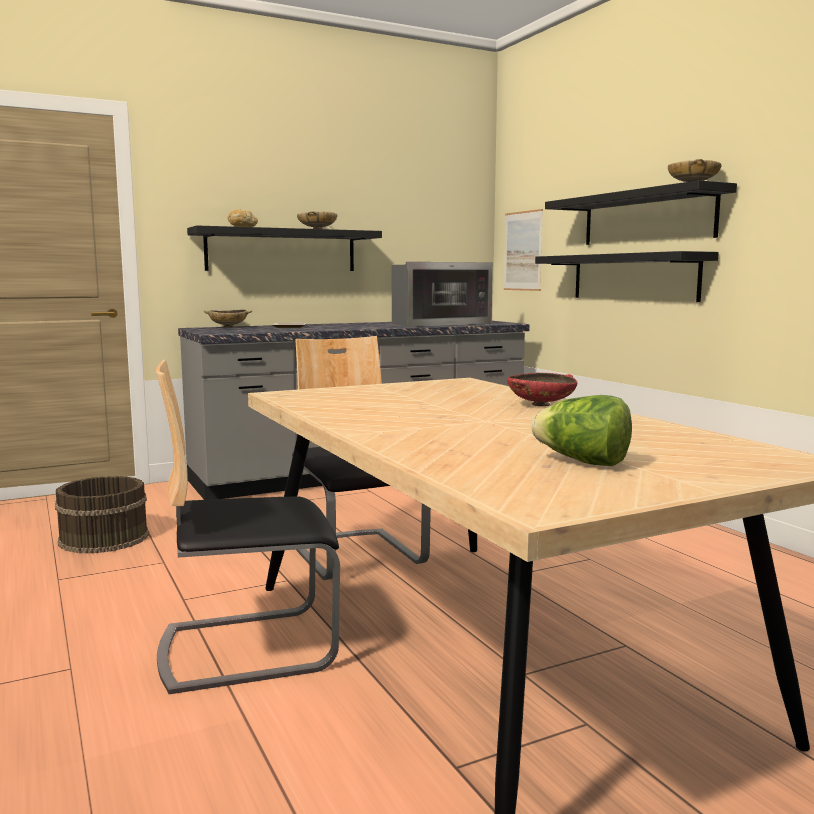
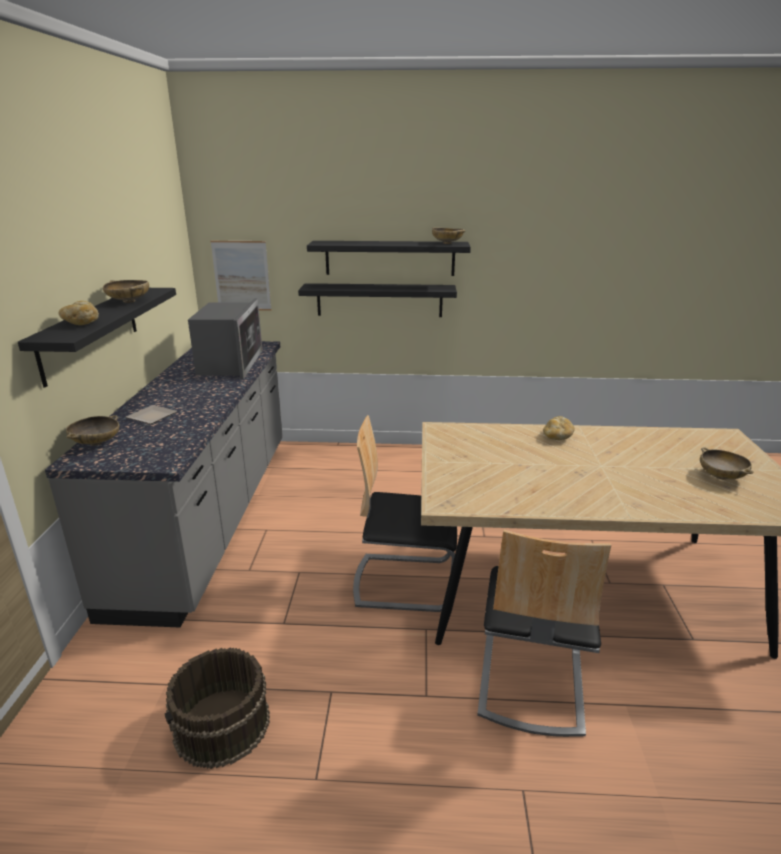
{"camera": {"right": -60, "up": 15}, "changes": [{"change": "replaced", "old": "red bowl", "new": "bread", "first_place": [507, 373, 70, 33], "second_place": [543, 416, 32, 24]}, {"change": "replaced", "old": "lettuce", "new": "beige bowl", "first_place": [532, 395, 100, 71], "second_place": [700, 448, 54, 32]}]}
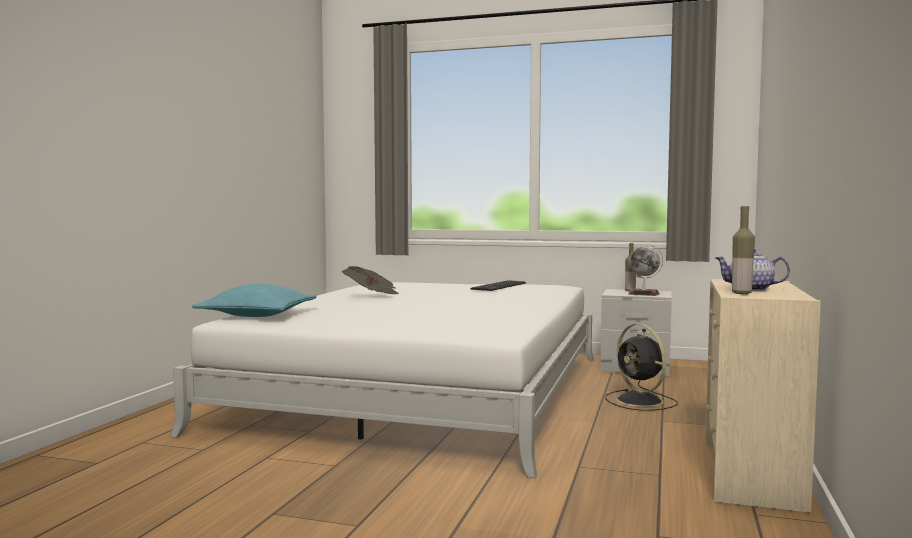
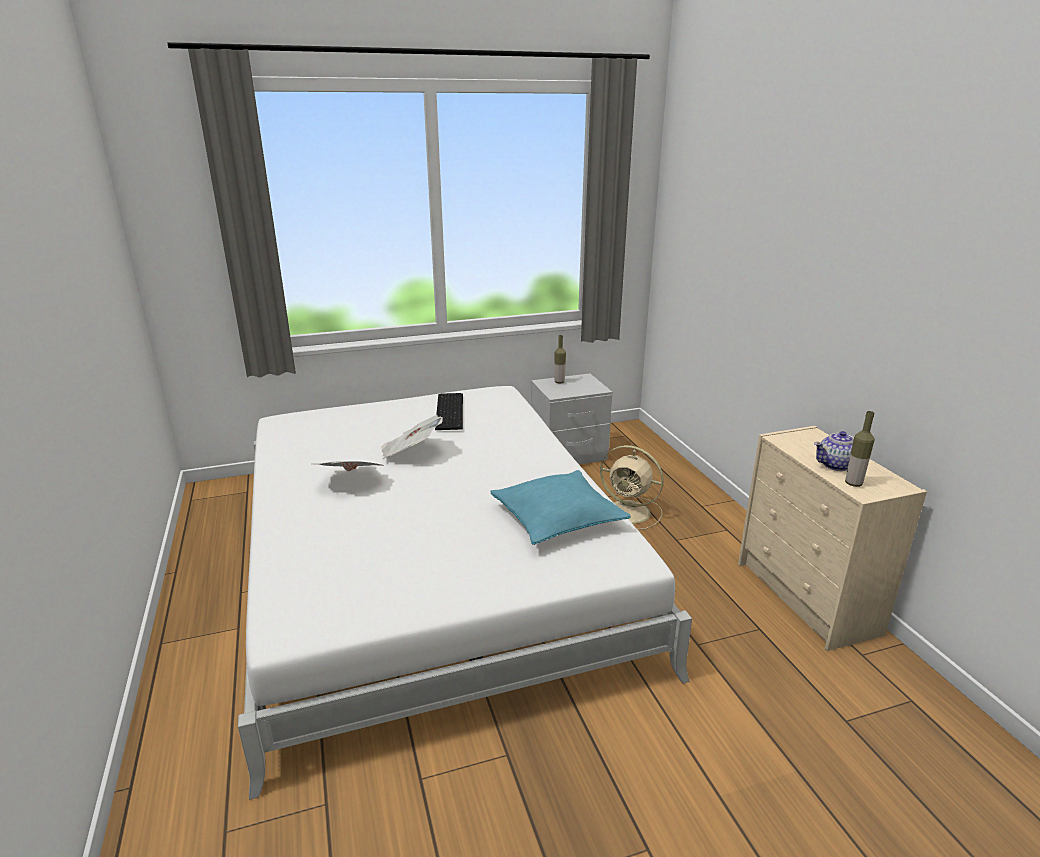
{"camera": {"right": -35, "up": 20}, "changes": [{"change": "added", "new": "newspaper", "second_place": [382, 415, 61, 44]}, {"change": "moved", "old": "turquoise pillow", "first_place": [192, 283, 125, 34], "second_place": [490, 470, 141, 75]}, {"change": "recoloured", "old": "black fan", "new": "beige fan", "first_place": [605, 324, 73, 87], "second_place": [600, 445, 64, 85]}, {"change": "removed", "old": "globe", "first_place": [628, 245, 35, 51]}]}
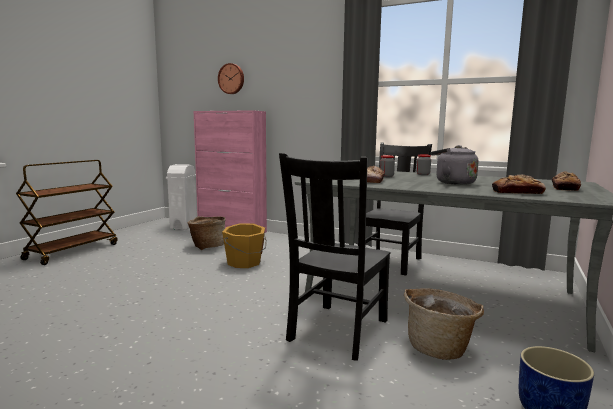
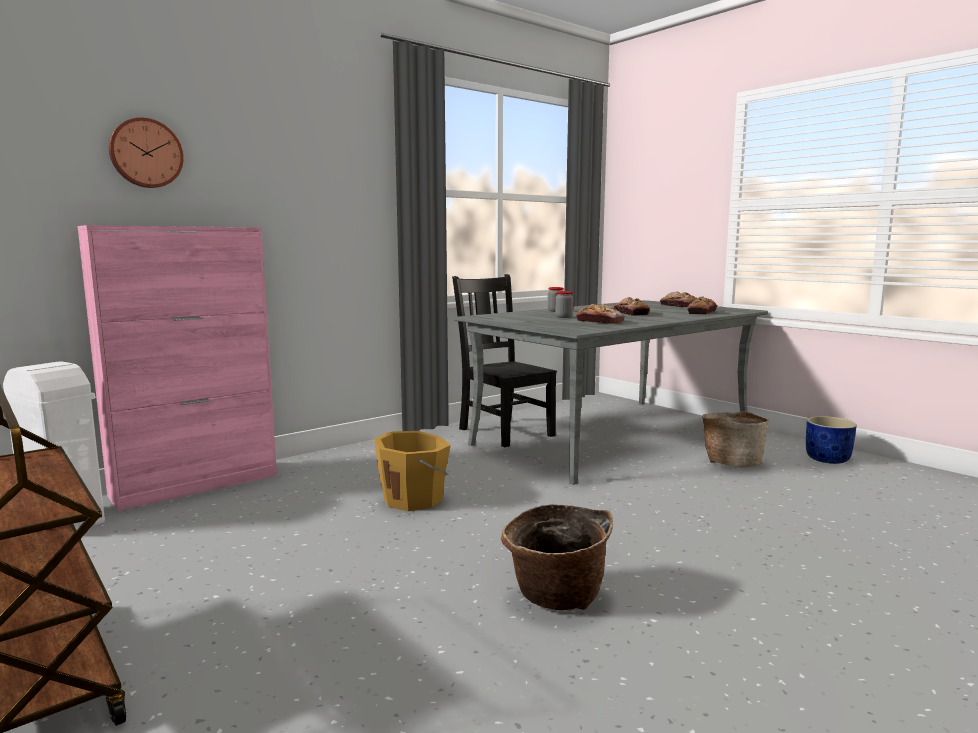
{"camera": {"right": -65, "up": 0}, "changes": [{"change": "moved", "old": "basket", "first_place": [187, 216, 39, 34], "second_place": [501, 504, 112, 106]}, {"change": "replaced", "old": "grey kettle", "new": "bread", "first_place": [430, 145, 49, 40], "second_place": [614, 297, 36, 19]}, {"change": "removed", "old": "black chair", "first_place": [279, 153, 111, 208]}]}
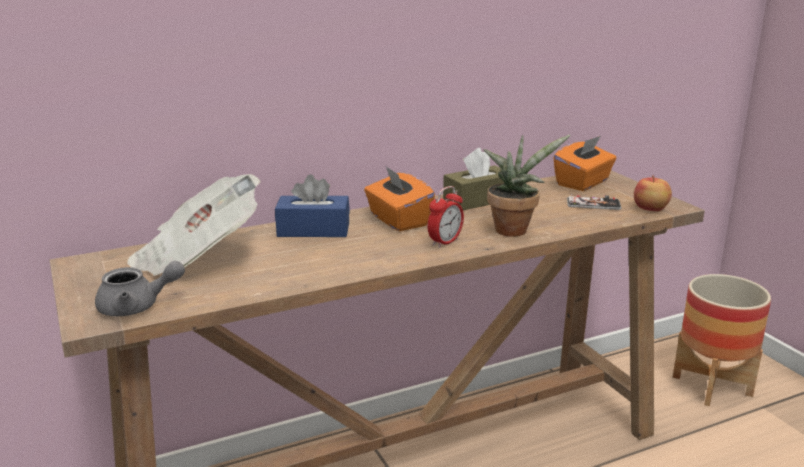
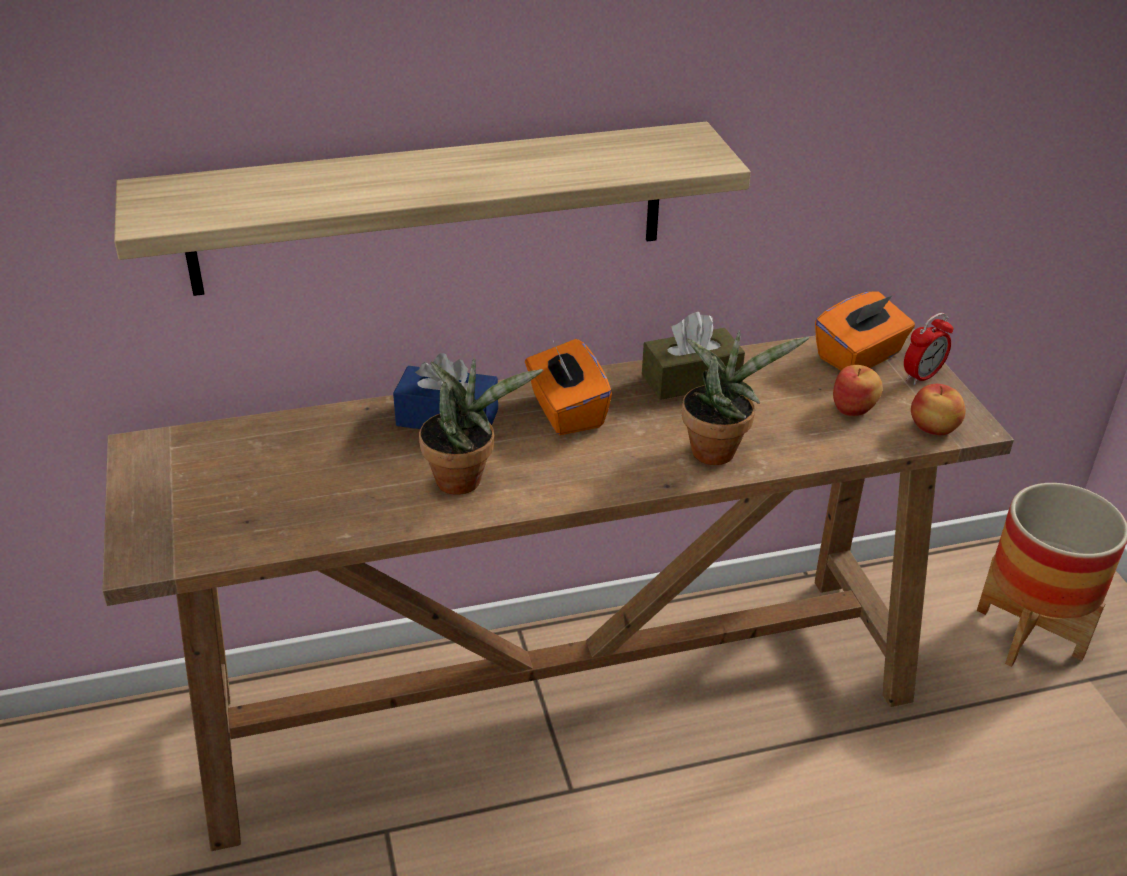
{"camera": {"right": 10, "up": 15}, "changes": [{"change": "added", "new": "shelf", "second_place": [114, 122, 637, 174]}, {"change": "added", "new": "potted plant", "second_place": [419, 358, 124, 137]}, {"change": "replaced", "old": "phone", "new": "apple", "first_place": [567, 194, 54, 16], "second_place": [833, 365, 50, 51]}, {"change": "moved", "old": "alarm clock", "first_place": [428, 186, 36, 62], "second_place": [904, 313, 49, 72]}, {"change": "removed", "old": "grey teapot", "first_place": [95, 261, 90, 55]}, {"change": "removed", "old": "newspaper", "first_place": [127, 174, 134, 101]}]}
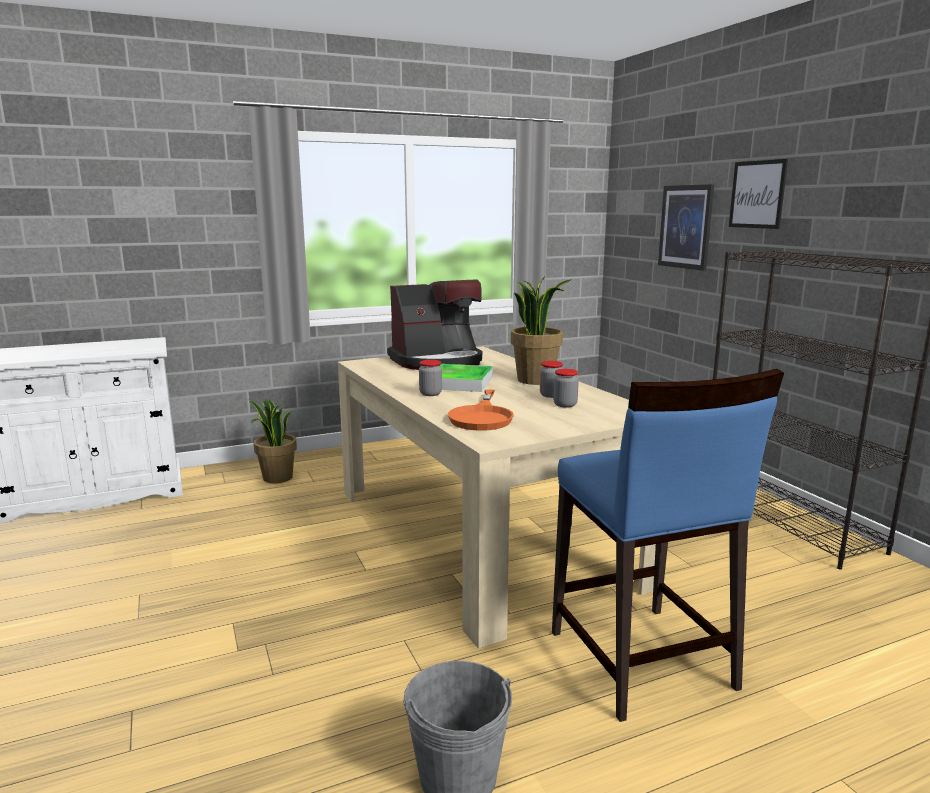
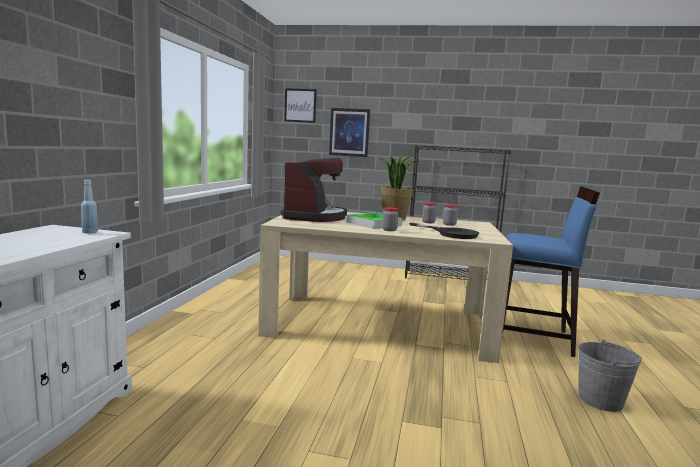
{"camera": {"right": -55, "up": -5}, "changes": [{"change": "added", "new": "blue bottle", "second_place": [81, 180, 17, 54]}, {"change": "moved", "old": "picture", "first_place": [729, 159, 59, 70], "second_place": [284, 88, 33, 35]}, {"change": "recoloured", "old": "orange frying pan", "new": "black frying pan", "first_place": [448, 389, 66, 42], "second_place": [409, 223, 70, 16]}, {"change": "removed", "old": "potted plant", "first_place": [248, 398, 49, 85]}]}
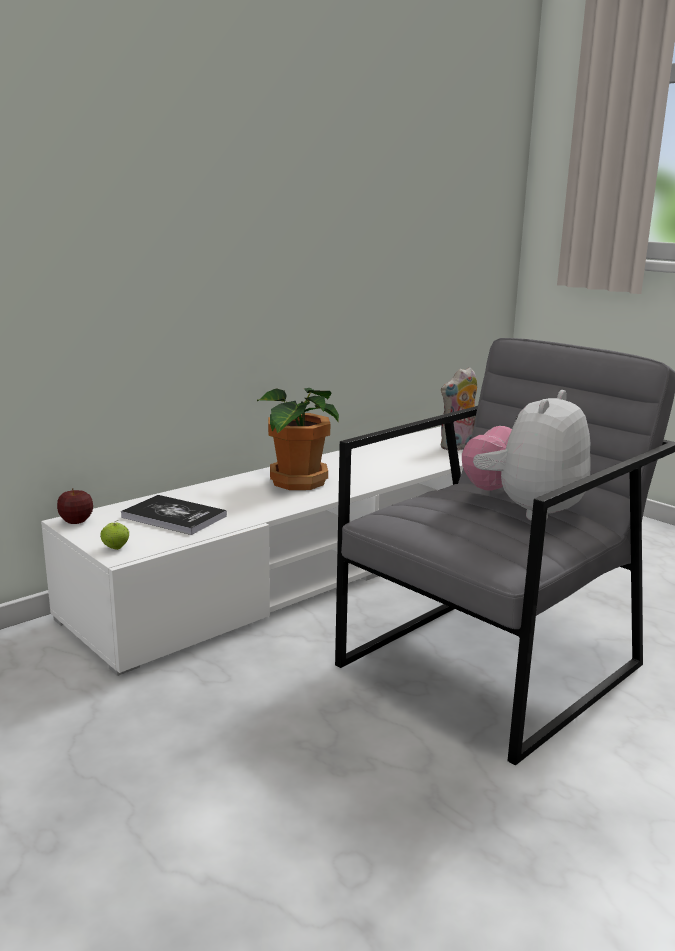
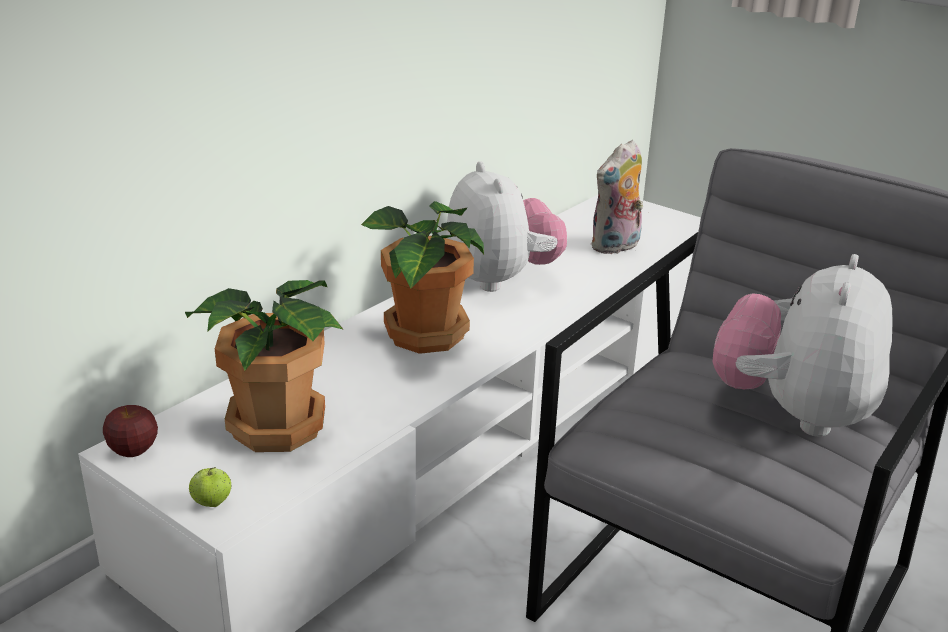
{"camera": {"right": -10, "up": 10}, "changes": [{"change": "replaced", "old": "book", "new": "potted plant", "first_place": [121, 495, 106, 40], "second_place": [185, 280, 159, 172]}, {"change": "added", "new": "plush toy", "second_place": [446, 162, 121, 130]}]}
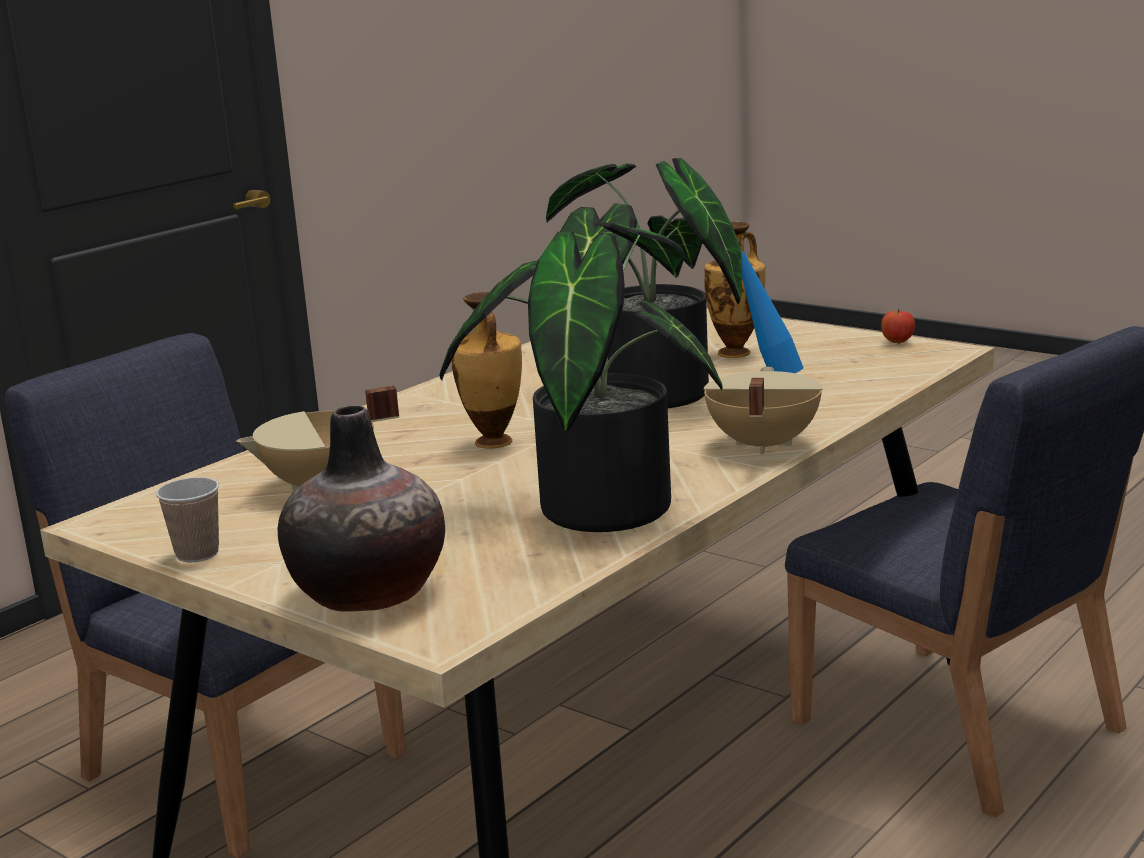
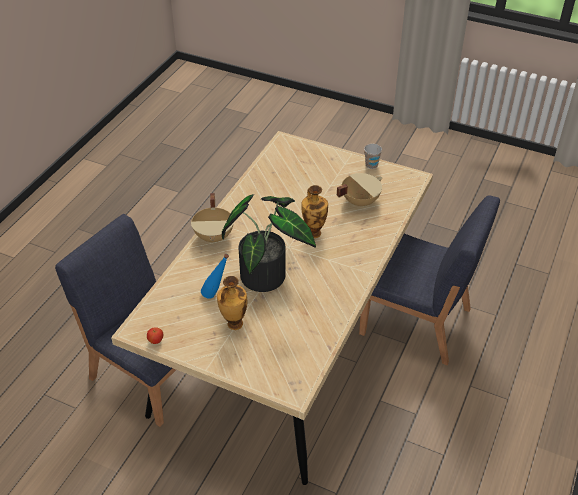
{"camera": {"right": 165, "up": 25}, "changes": [{"change": "removed", "old": "vase", "first_place": [278, 405, 167, 207]}, {"change": "removed", "old": "potted plant", "first_place": [439, 222, 284, 310]}]}
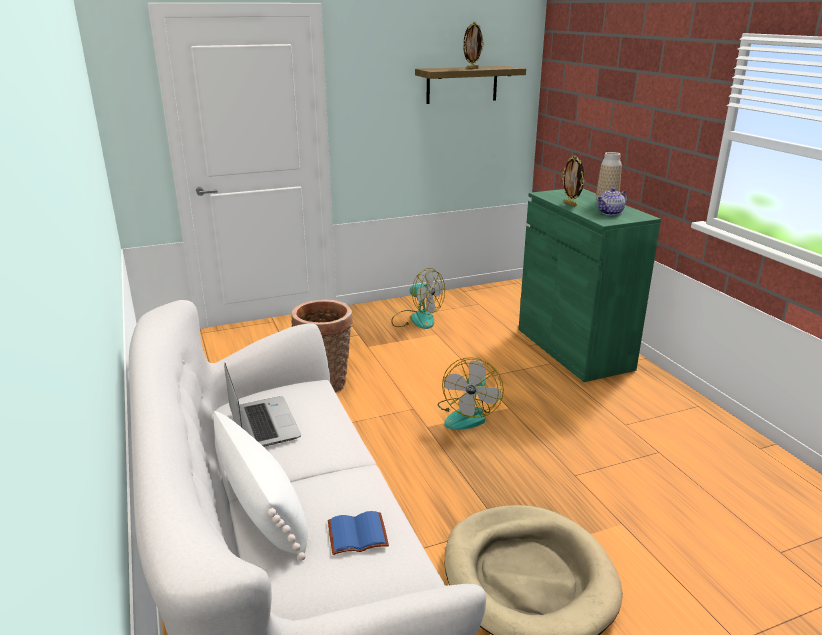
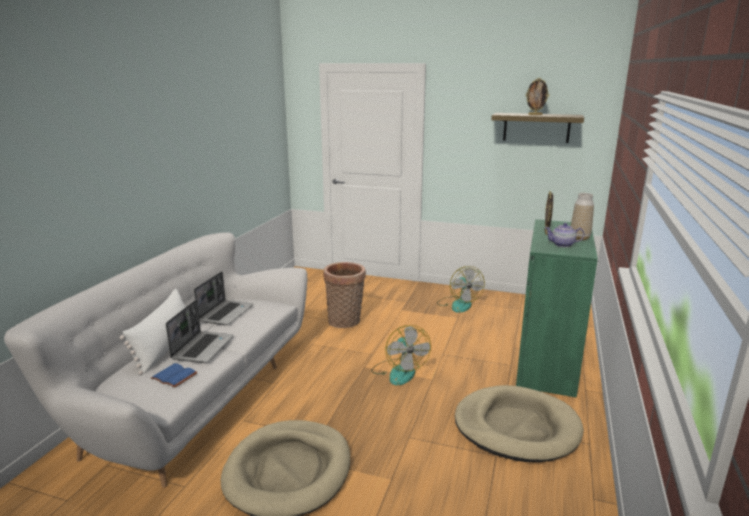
{"camera": {"right": 40, "up": -5}, "changes": [{"change": "added", "new": "laptop", "second_place": [166, 300, 68, 63]}, {"change": "turned", "old": "fan", "first_place": [438, 357, 66, 73], "second_place": [371, 325, 60, 60], "degrees": -75}, {"change": "added", "new": "beige dog bed", "second_place": [455, 385, 129, 77]}]}
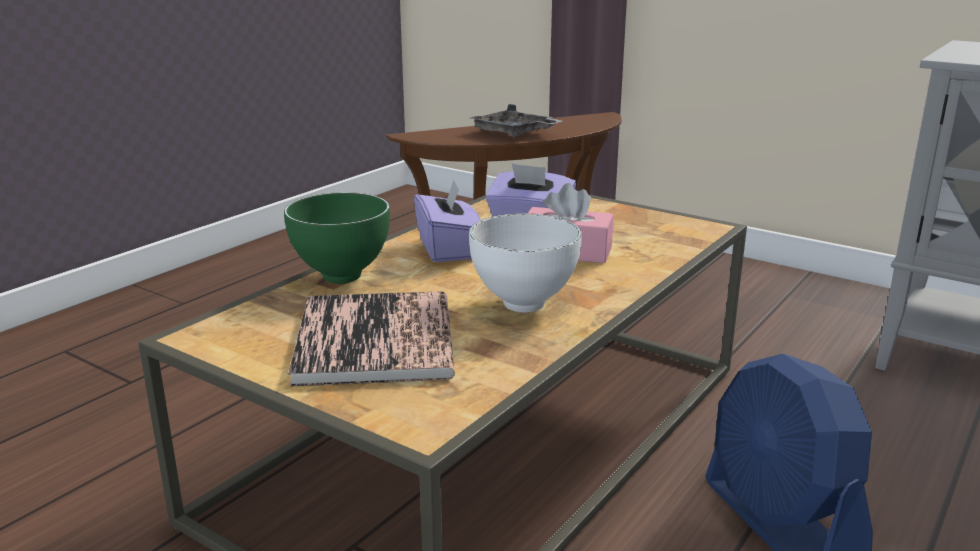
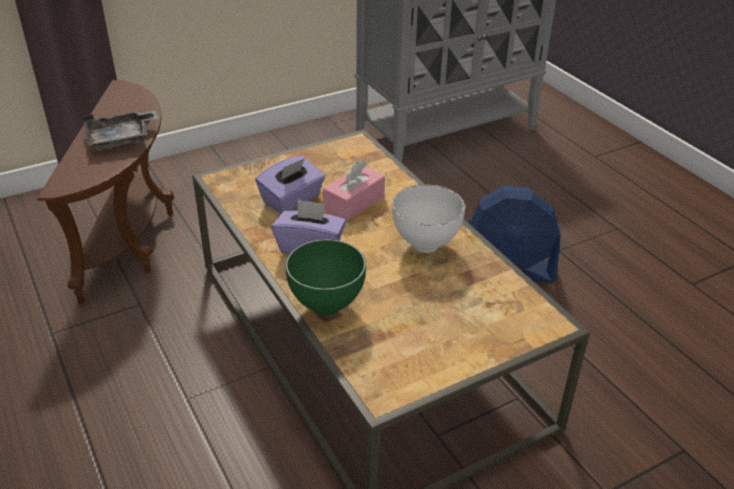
{"camera": {"right": -65, "up": 15}, "changes": [{"change": "removed", "old": "book", "first_place": [288, 291, 167, 95]}]}
